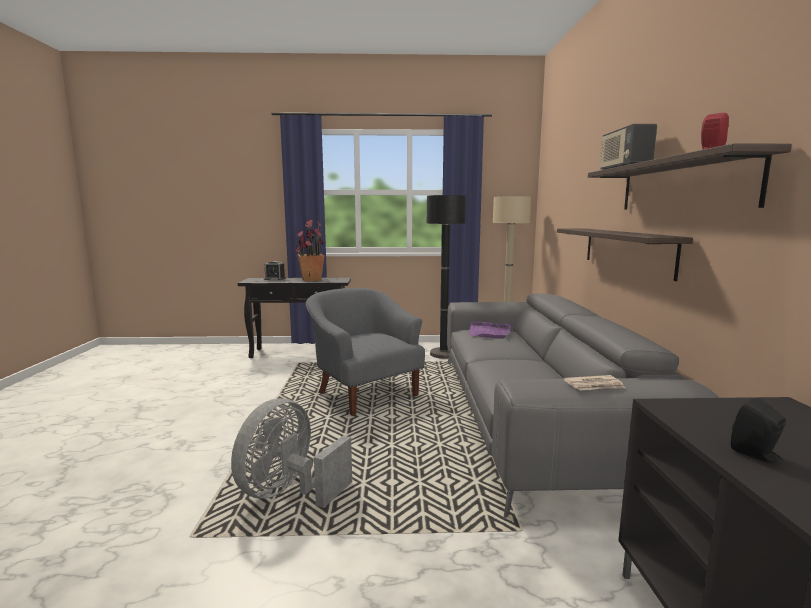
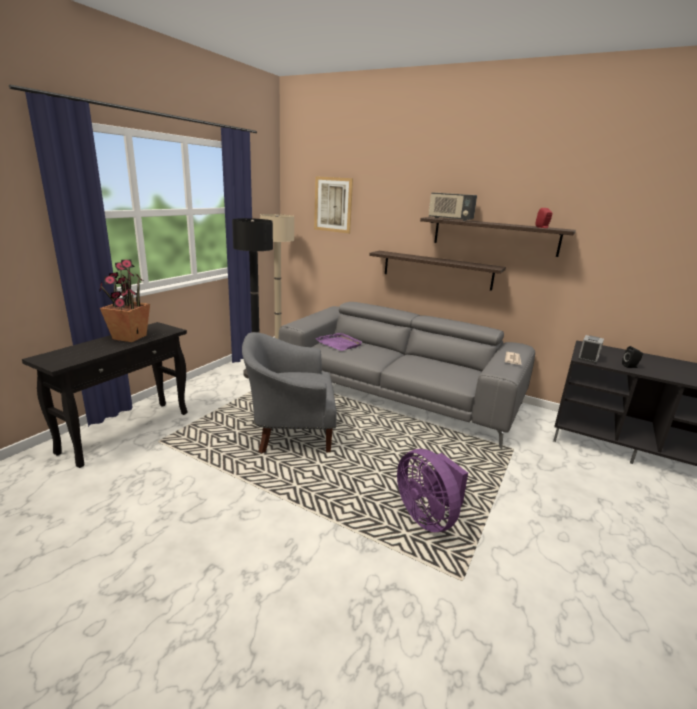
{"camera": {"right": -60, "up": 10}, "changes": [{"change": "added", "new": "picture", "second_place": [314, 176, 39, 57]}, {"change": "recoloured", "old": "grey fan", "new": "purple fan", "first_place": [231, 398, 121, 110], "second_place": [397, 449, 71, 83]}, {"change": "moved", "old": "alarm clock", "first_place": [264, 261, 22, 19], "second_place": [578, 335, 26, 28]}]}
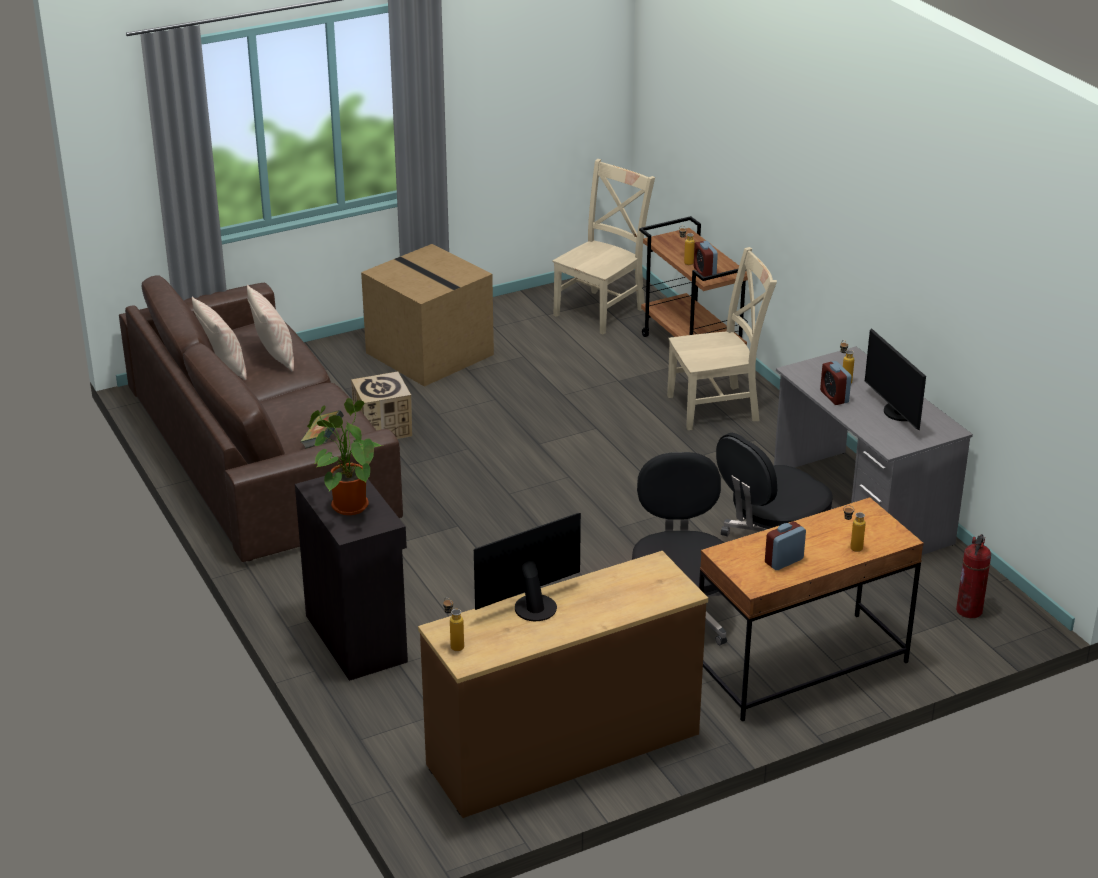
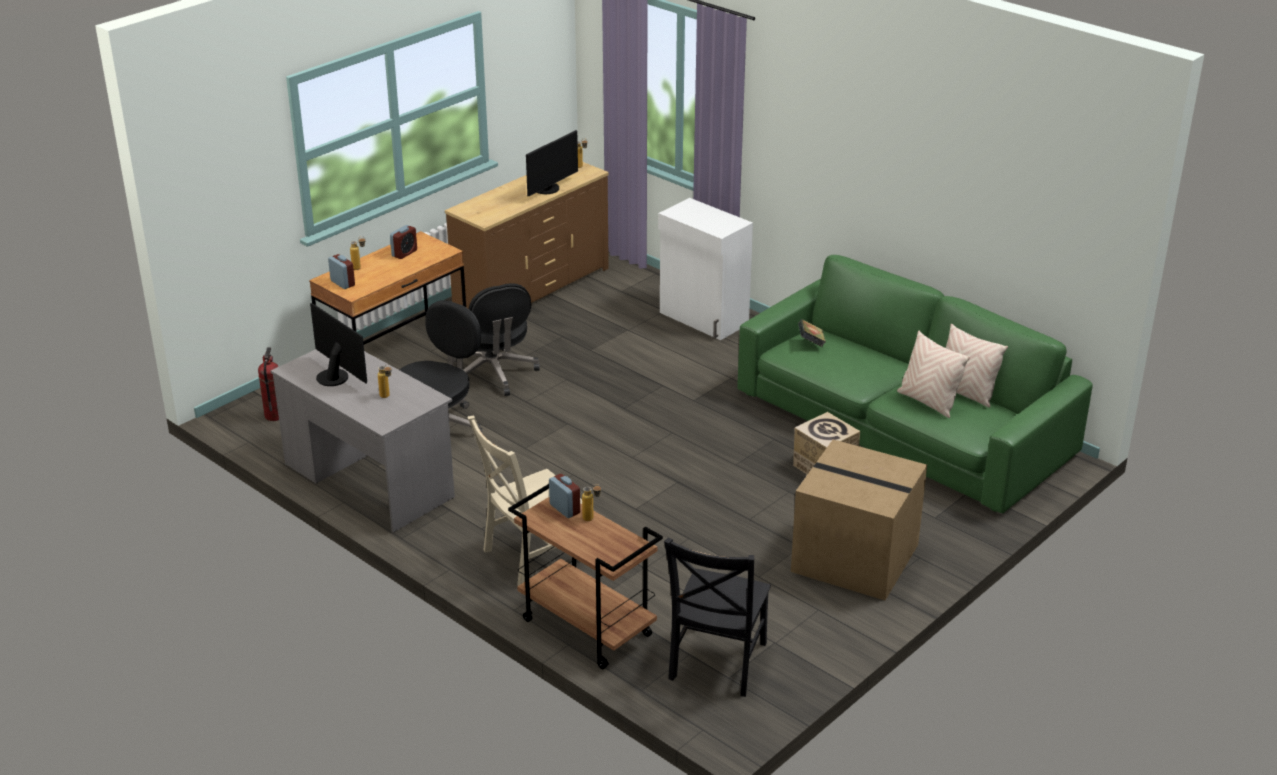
{"camera": {"right": 160, "up": 0}, "changes": [{"change": "moved", "old": "alarm clock", "first_place": [820, 361, 32, 44], "second_place": [328, 254, 27, 35]}, {"change": "recoloured", "old": "black cabinet", "new": "white cabinet", "first_place": [295, 476, 113, 205], "second_place": [658, 198, 95, 142]}, {"change": "recoloured", "old": "beige chair", "new": "black chair", "first_place": [553, 159, 102, 176], "second_place": [664, 538, 107, 159]}, {"change": "recoloured", "old": "brown sofa", "new": "green sofa", "first_place": [119, 275, 284, 287], "second_place": [737, 255, 356, 258]}, {"change": "removed", "old": "potted plant", "first_place": [307, 398, 76, 117]}]}
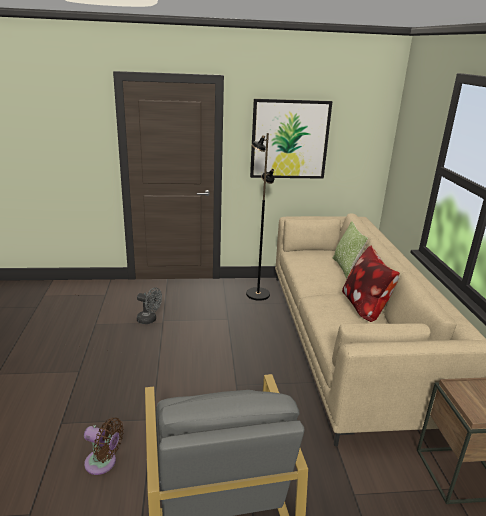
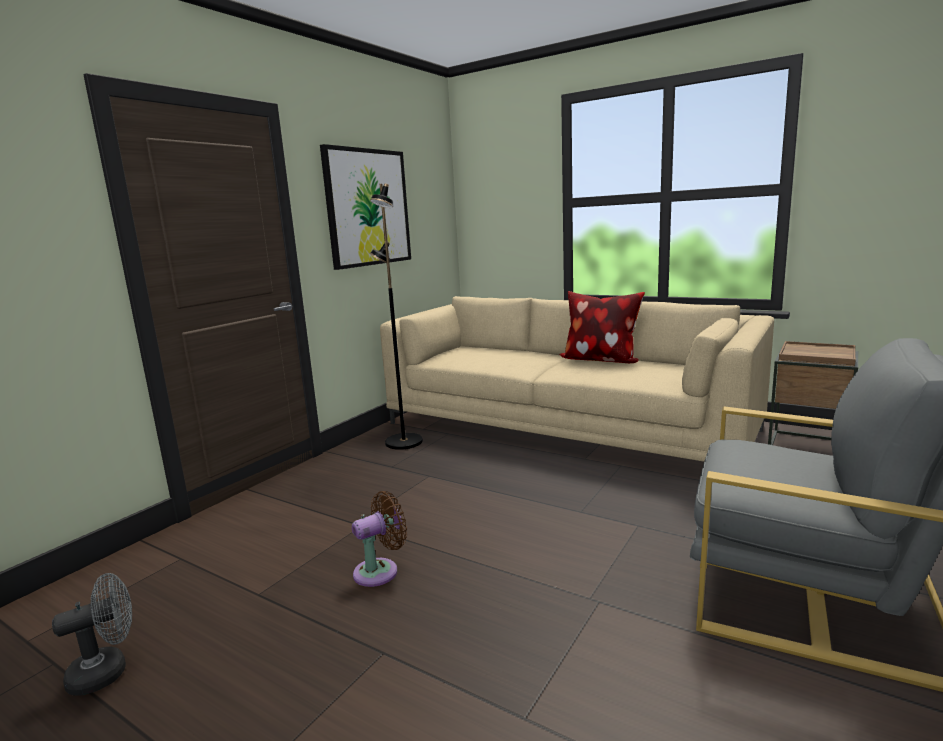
{"camera": {"right": -50, "up": -10}, "changes": [{"change": "moved", "old": "grey fan", "first_place": [137, 288, 25, 36], "second_place": [52, 573, 80, 123]}, {"change": "moved", "old": "brown fan", "first_place": [84, 418, 40, 57], "second_place": [352, 491, 55, 96]}, {"change": "removed", "old": "pillow", "first_place": [333, 221, 35, 57]}]}
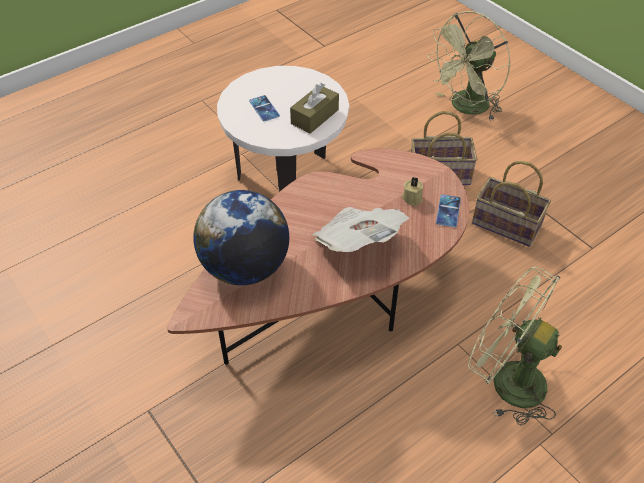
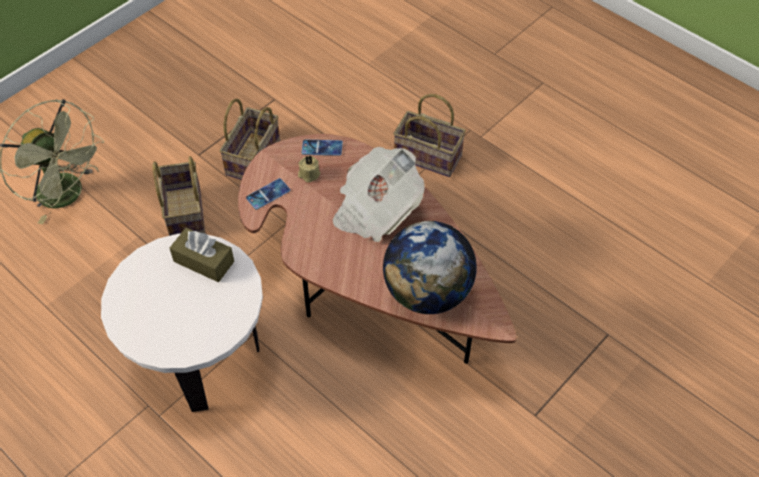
{"camera": {"right": -100, "up": 5}, "changes": [{"change": "moved", "old": "phone", "first_place": [249, 95, 31, 26], "second_place": [246, 178, 44, 32]}, {"change": "replaced", "old": "green fan", "new": "basket", "first_place": [468, 266, 94, 160], "second_place": [393, 94, 73, 83]}]}
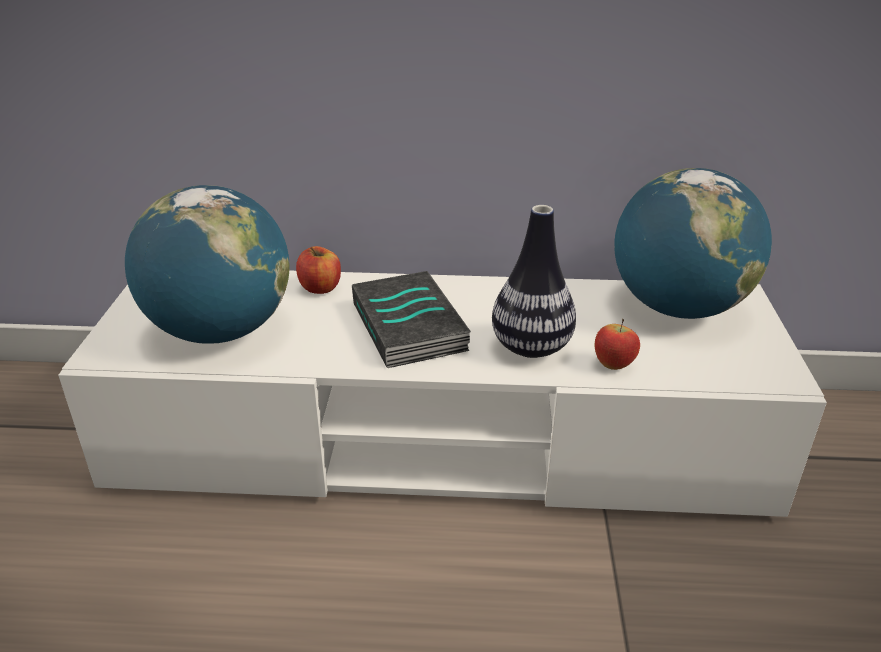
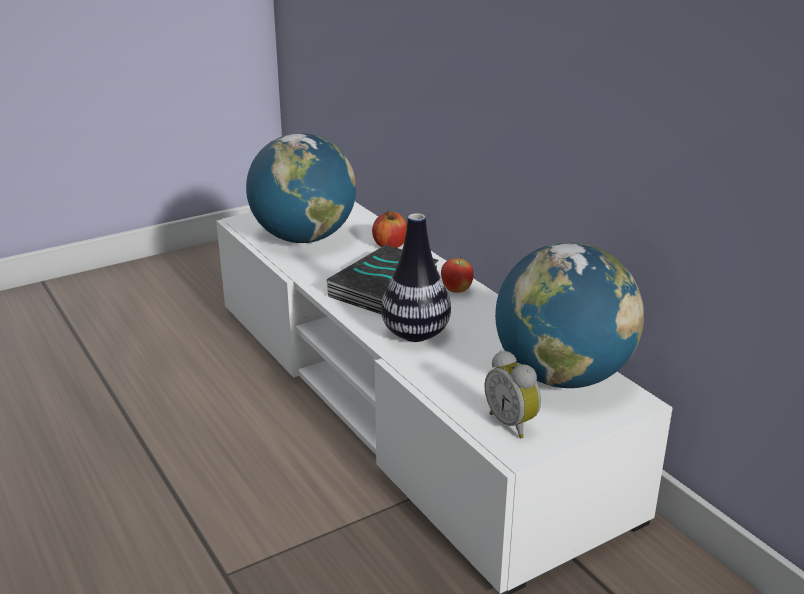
{"camera": {"right": 55, "up": -5}, "changes": [{"change": "moved", "old": "apple", "first_place": [595, 319, 45, 51], "second_place": [441, 255, 33, 38]}, {"change": "added", "new": "alarm clock", "second_place": [484, 350, 57, 88]}]}
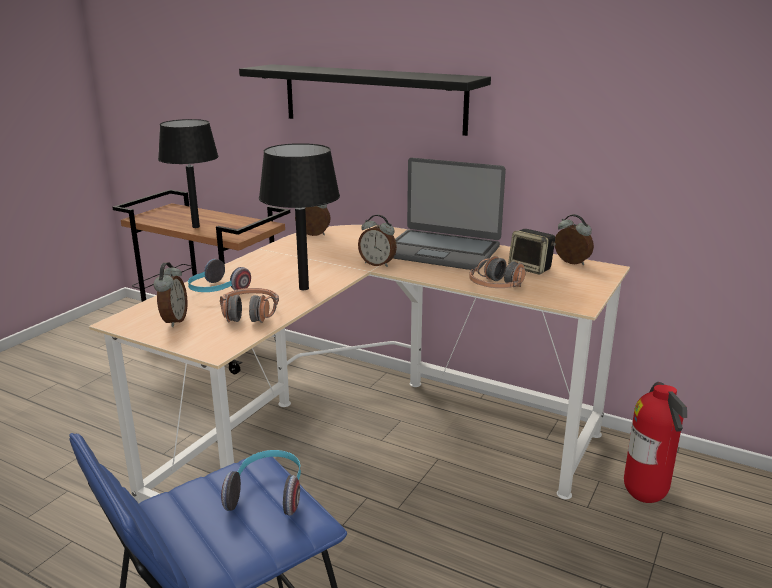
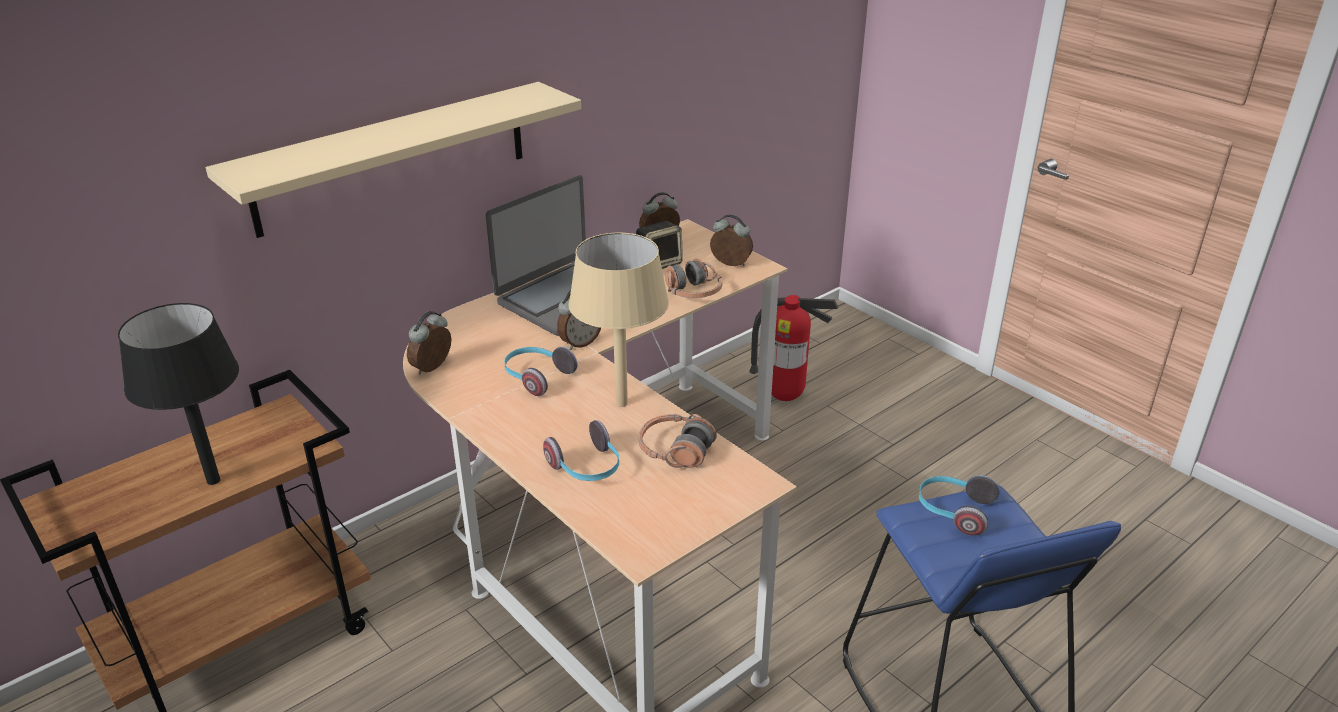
{"camera": {"right": -70, "up": 10}, "changes": [{"change": "recoloured", "old": "black shelf", "new": "beige shelf", "first_place": [239, 64, 252, 72], "second_place": [206, 82, 375, 156]}, {"change": "added", "new": "headphones", "second_place": [504, 347, 73, 49]}, {"change": "recoloured", "old": "black table lamp", "new": "beige table lamp", "first_place": [259, 143, 81, 147], "second_place": [568, 233, 101, 174]}, {"change": "moved", "old": "alarm clock", "first_place": [153, 262, 35, 65], "second_place": [710, 214, 43, 52]}]}
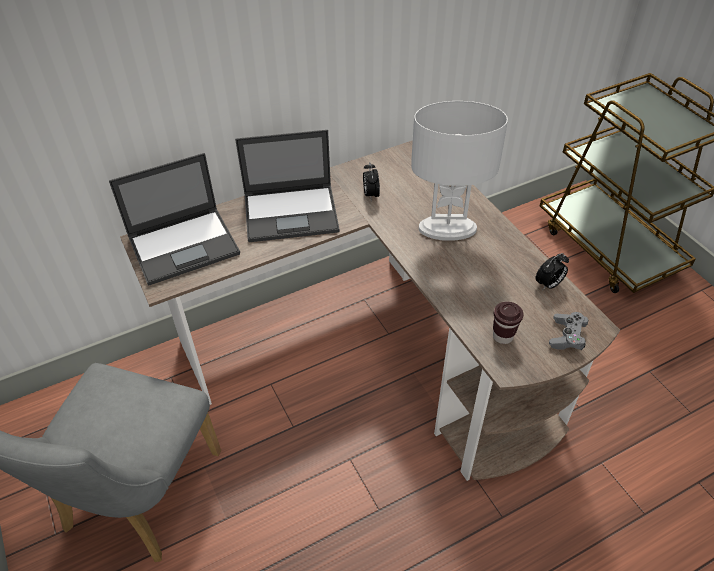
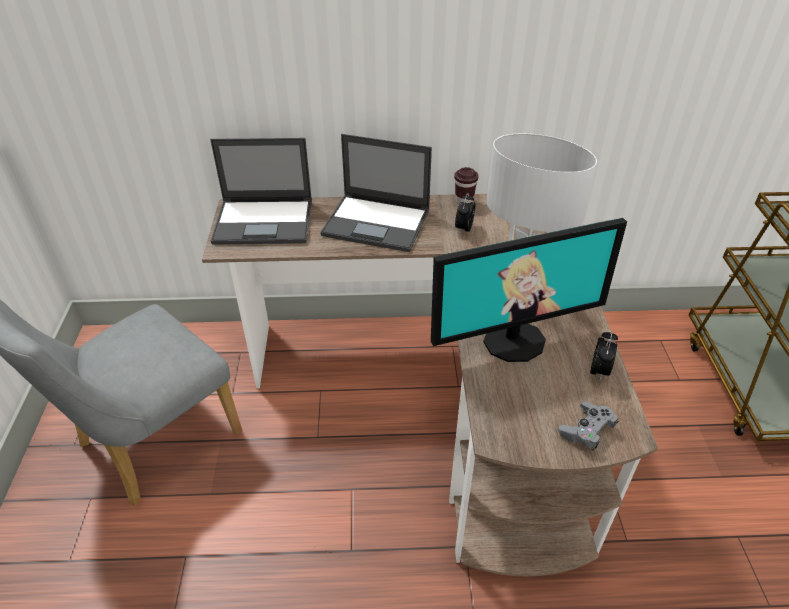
{"camera": {"right": 25, "up": -5}, "changes": [{"change": "added", "new": "monitor", "second_place": [431, 218, 196, 144]}, {"change": "moved", "old": "brown cup", "first_place": [493, 301, 30, 43], "second_place": [454, 167, 25, 38]}, {"change": "turned", "old": "alarm clock", "first_place": [535, 253, 34, 38], "second_place": [590, 331, 28, 49], "degrees": -60}]}
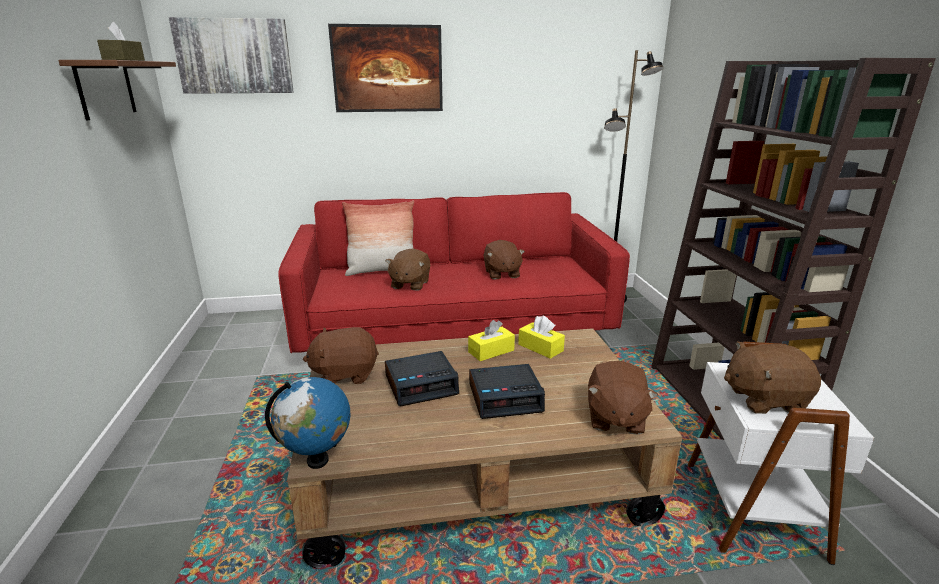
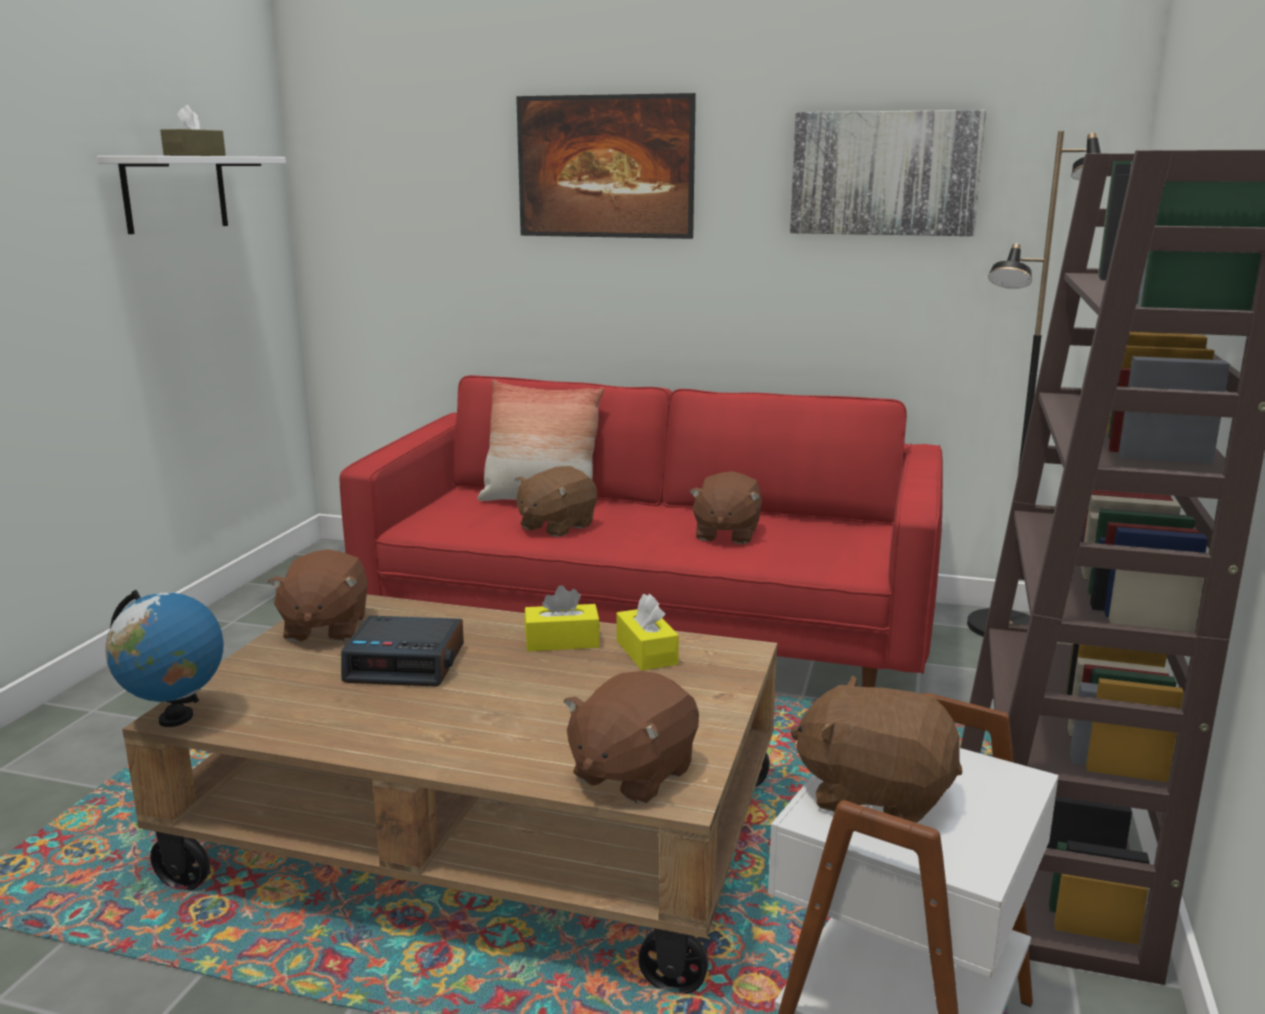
{"camera": {"right": 25, "up": -5}, "changes": [{"change": "recoloured", "old": "brown shelf", "new": "white shelf", "first_place": [58, 60, 118, 61], "second_place": [97, 156, 189, 78]}, {"change": "turned", "old": "brown plush toy", "first_place": [303, 327, 76, 57], "second_place": [268, 549, 100, 93], "degrees": -105}, {"change": "moved", "old": "picture", "first_place": [169, 17, 125, 77], "second_place": [790, 110, 196, 126]}, {"change": "removed", "old": "alarm clock", "first_place": [469, 364, 76, 55]}]}
